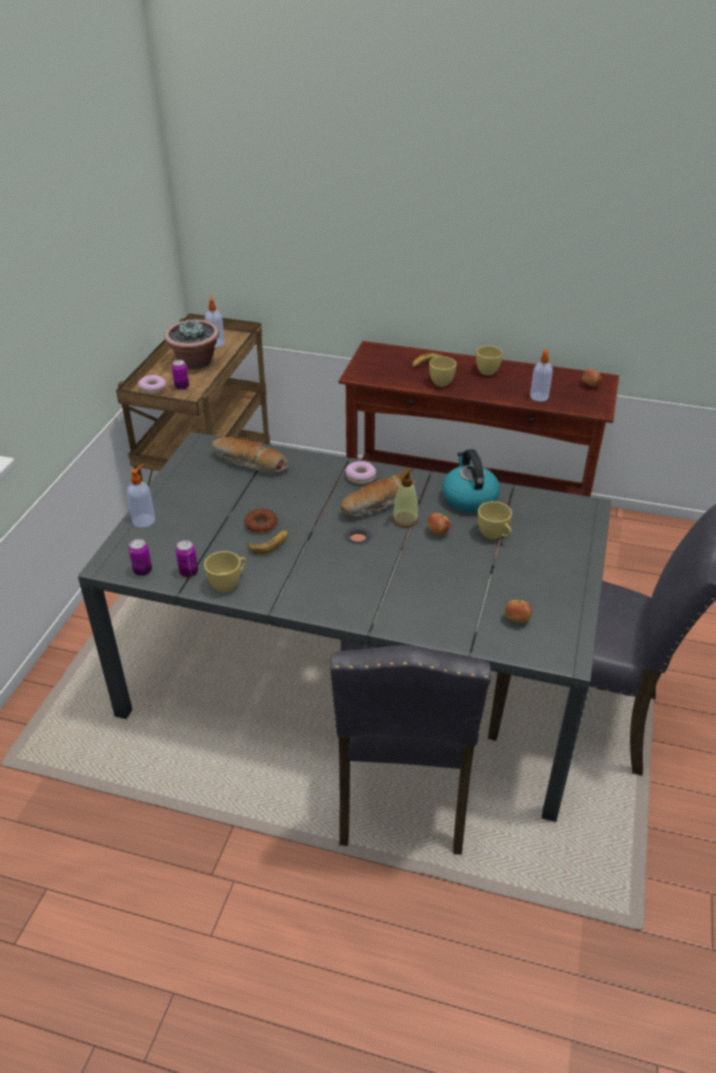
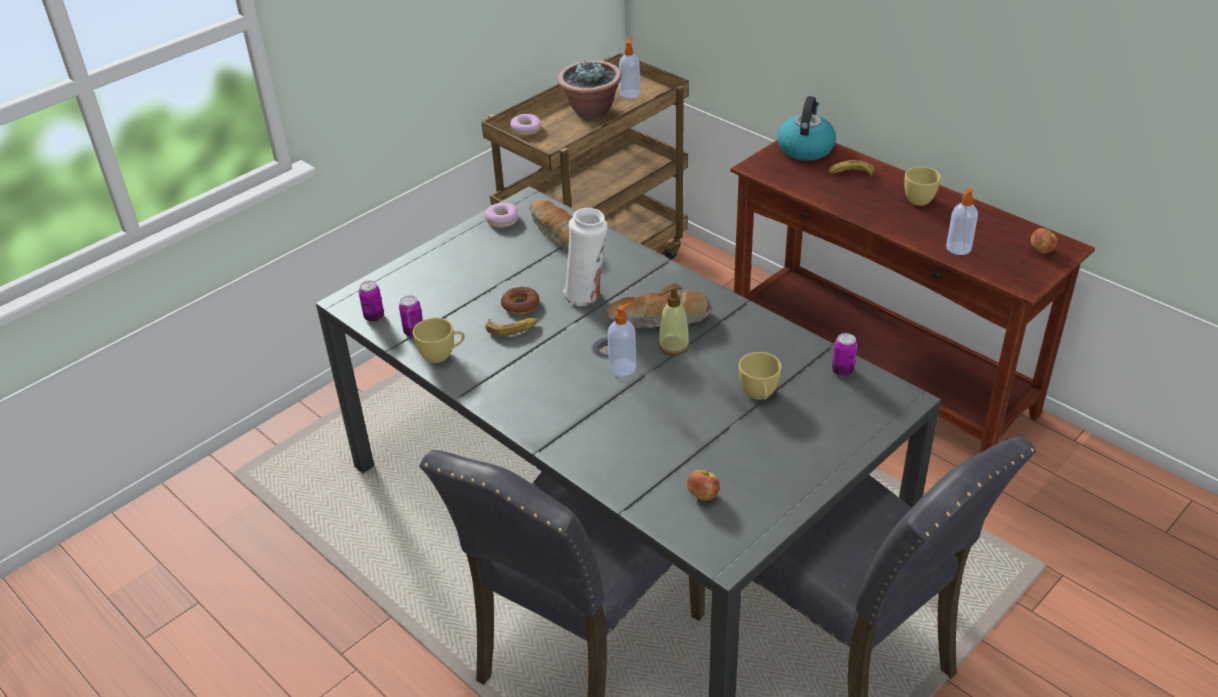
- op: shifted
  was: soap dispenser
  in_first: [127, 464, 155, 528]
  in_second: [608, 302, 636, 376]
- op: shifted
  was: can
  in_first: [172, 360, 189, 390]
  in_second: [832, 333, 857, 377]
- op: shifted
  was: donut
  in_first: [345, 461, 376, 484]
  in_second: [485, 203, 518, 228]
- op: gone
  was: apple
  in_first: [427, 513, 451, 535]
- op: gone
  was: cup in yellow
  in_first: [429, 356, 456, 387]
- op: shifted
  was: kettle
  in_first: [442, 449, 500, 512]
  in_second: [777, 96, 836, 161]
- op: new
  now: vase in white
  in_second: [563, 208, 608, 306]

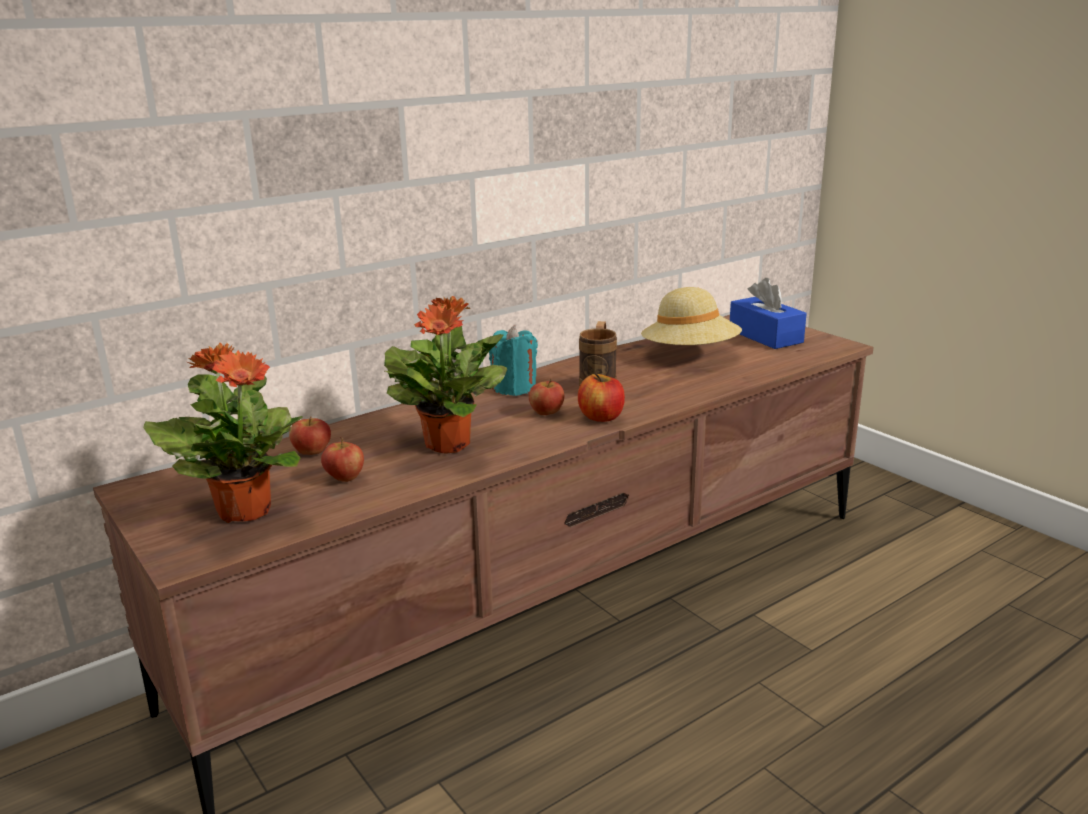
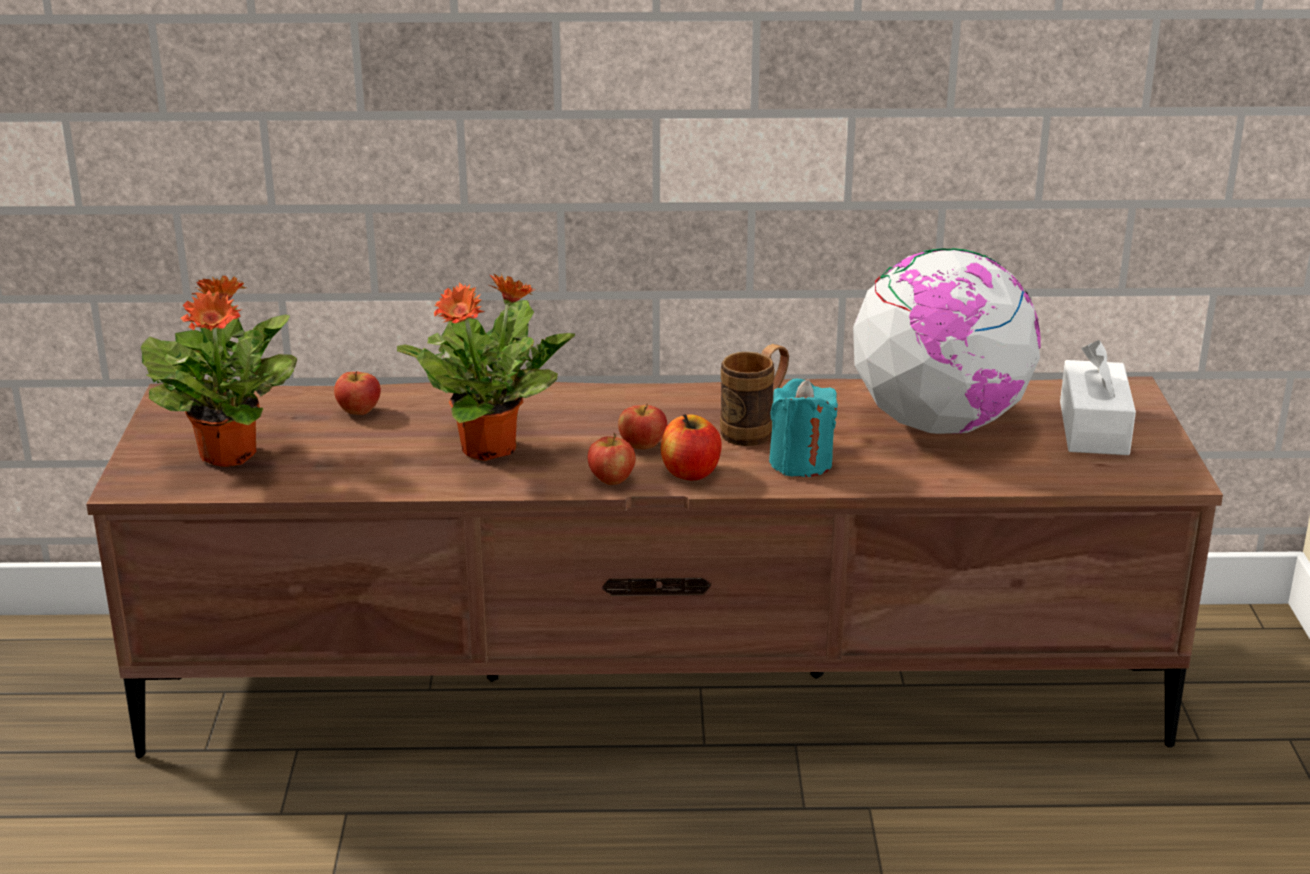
- op: shifted
  was: apple
  in_first: [321, 437, 364, 482]
  in_second: [588, 433, 636, 485]
- op: shifted
  was: candle in turquoise
  in_first: [489, 325, 538, 396]
  in_second: [769, 379, 838, 477]
- op: swapped
  was: hat in beige
  now: globe
  in_first: [641, 287, 742, 345]
  in_second: [853, 248, 1041, 434]
- op: repainted
  was: tissue box in blue
  now: tissue box in white
  in_first: [730, 278, 807, 349]
  in_second: [1060, 340, 1136, 455]

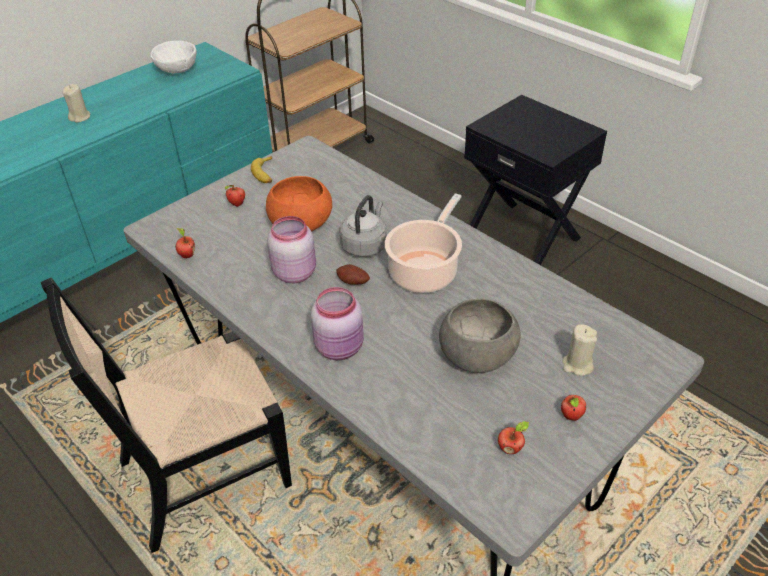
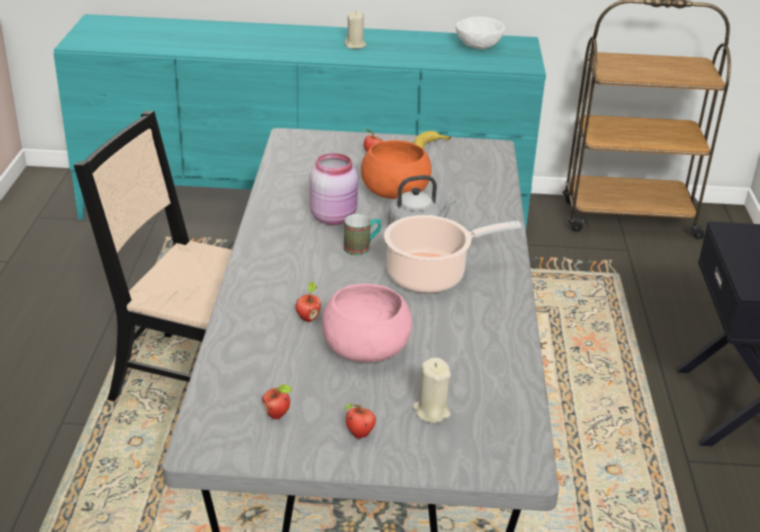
- op: shifted
  was: apple
  in_first: [175, 228, 195, 258]
  in_second: [295, 281, 321, 322]
- op: gone
  was: jar in pink
  in_first: [311, 287, 364, 360]
- op: swapped
  was: potato
  now: mug
  in_first: [336, 264, 370, 285]
  in_second: [344, 214, 381, 256]
- op: repainted
  was: bowl in grey
  now: bowl in pink
  in_first: [439, 299, 521, 373]
  in_second: [322, 284, 412, 362]

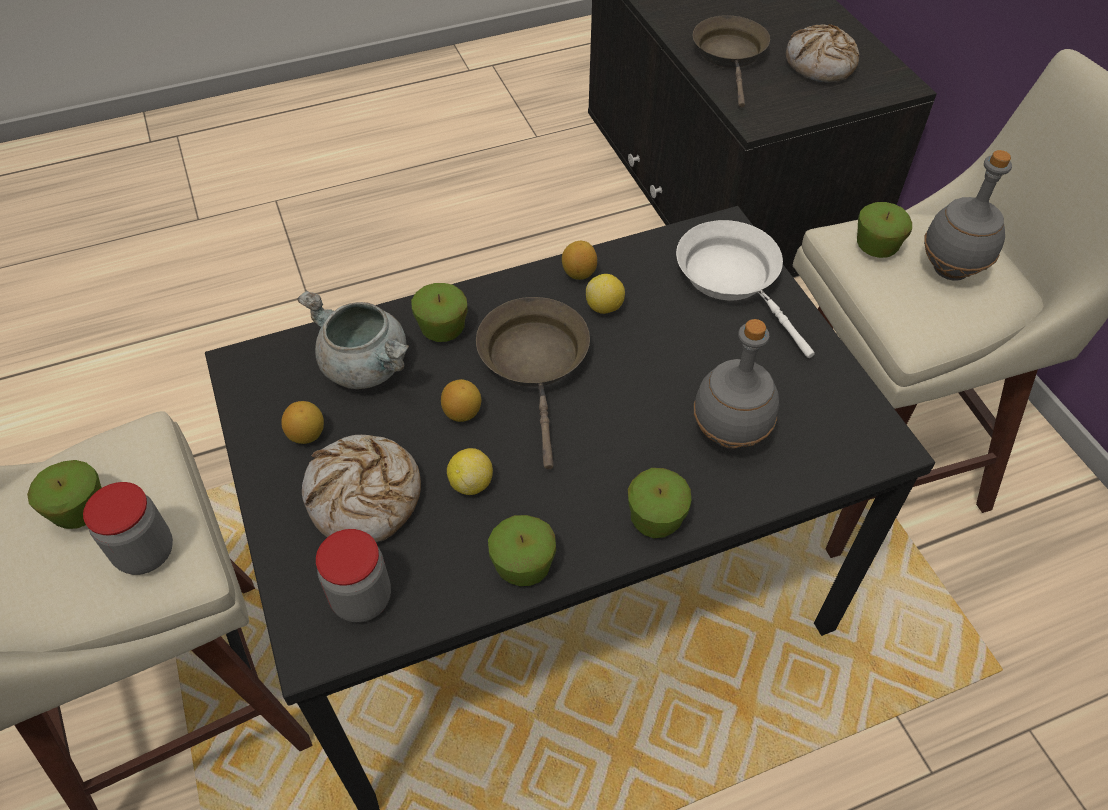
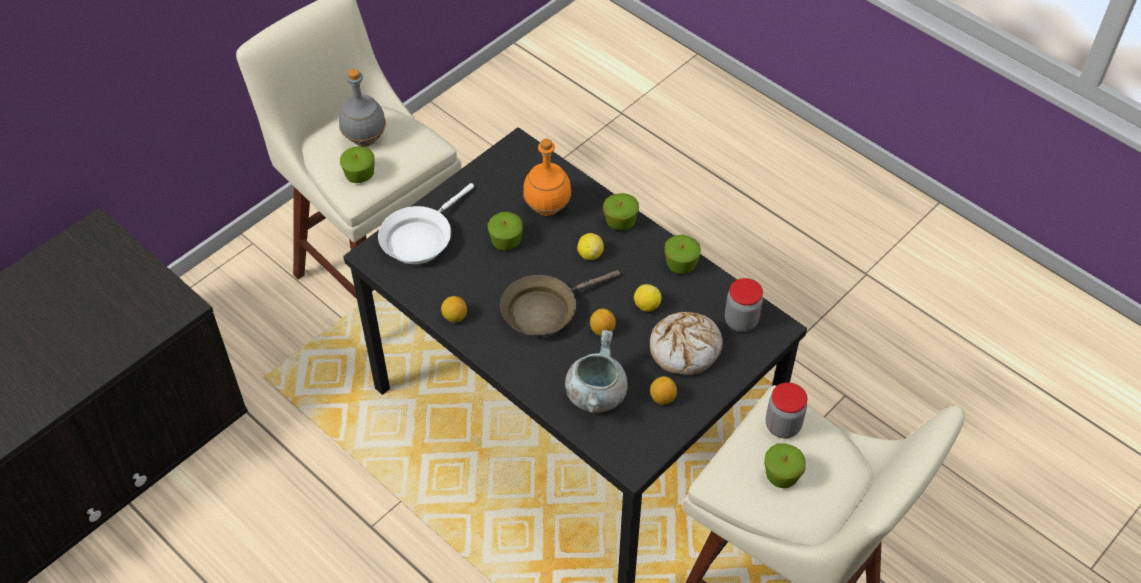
- op: shifted
  was: apple
  in_first: [411, 283, 468, 342]
  in_second: [488, 212, 523, 251]
- op: shifted
  was: lemon
  in_first: [586, 274, 625, 314]
  in_second: [577, 233, 604, 260]
- op: gone
  was: frying pan in brown
  in_first: [693, 15, 770, 108]
- op: repainted
  was: bottle in grey
  now: bottle in orange
  in_first: [694, 319, 779, 449]
  in_second: [523, 139, 571, 216]
- op: gone
  was: bread
  in_first: [786, 24, 859, 83]

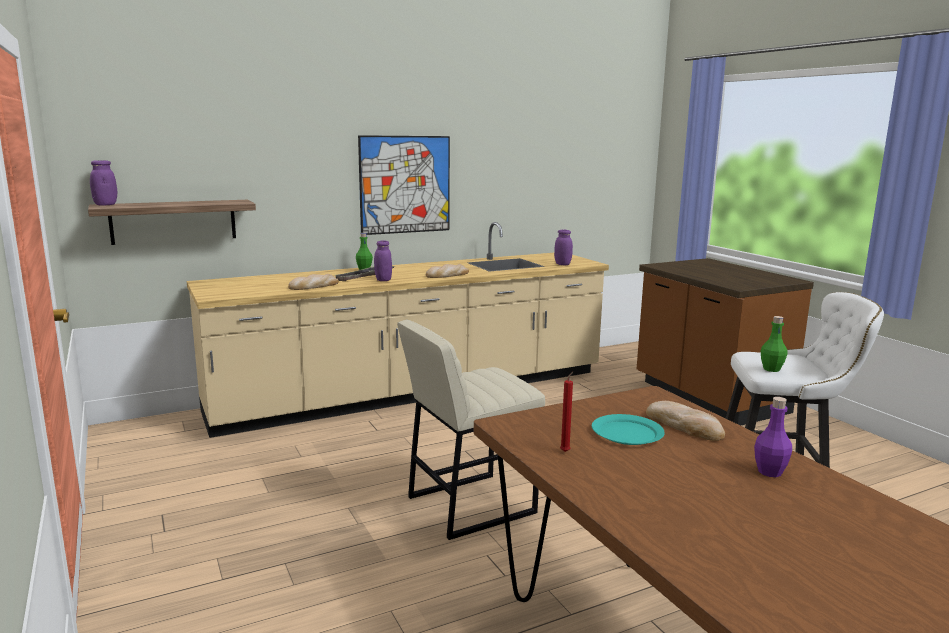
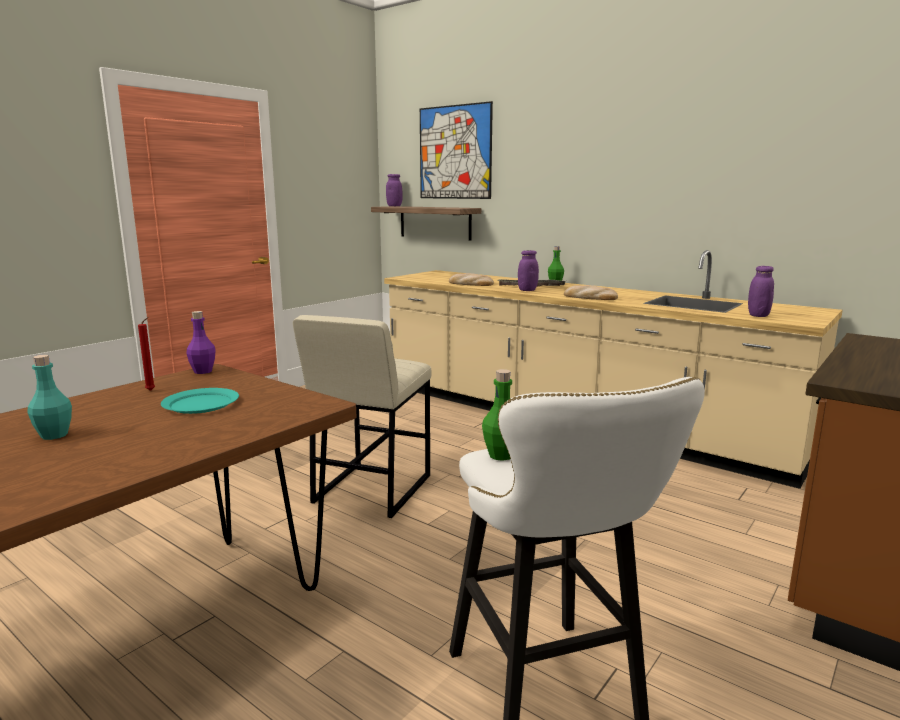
- op: shifted
  was: picture
  in_first: [358, 135, 450, 235]
  in_second: [420, 101, 493, 199]
- op: rotated
  was: chair in beige
  in_first: [397, 319, 545, 540]
  in_second: [293, 315, 432, 518]
  clockwise: -105
- op: gone
  was: bread
  in_first: [646, 401, 725, 441]
- op: shifted
  was: bottle in purple
  in_first: [754, 397, 792, 477]
  in_second: [186, 311, 216, 374]
- op: new
  now: bottle in turquoise
  in_second: [28, 355, 72, 440]

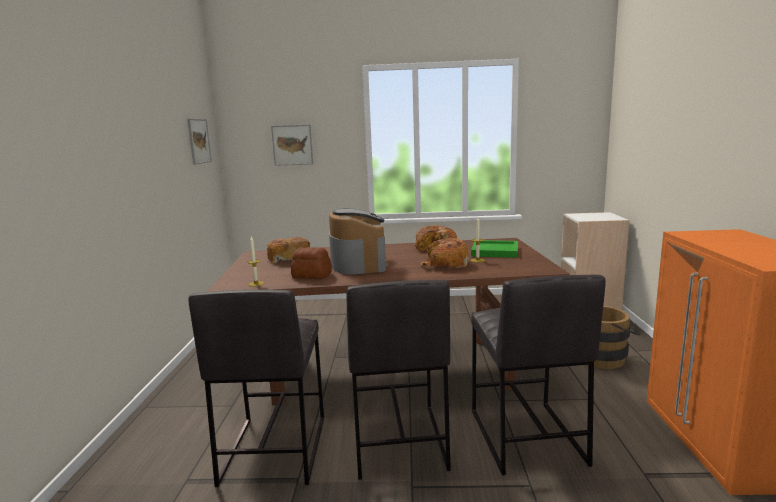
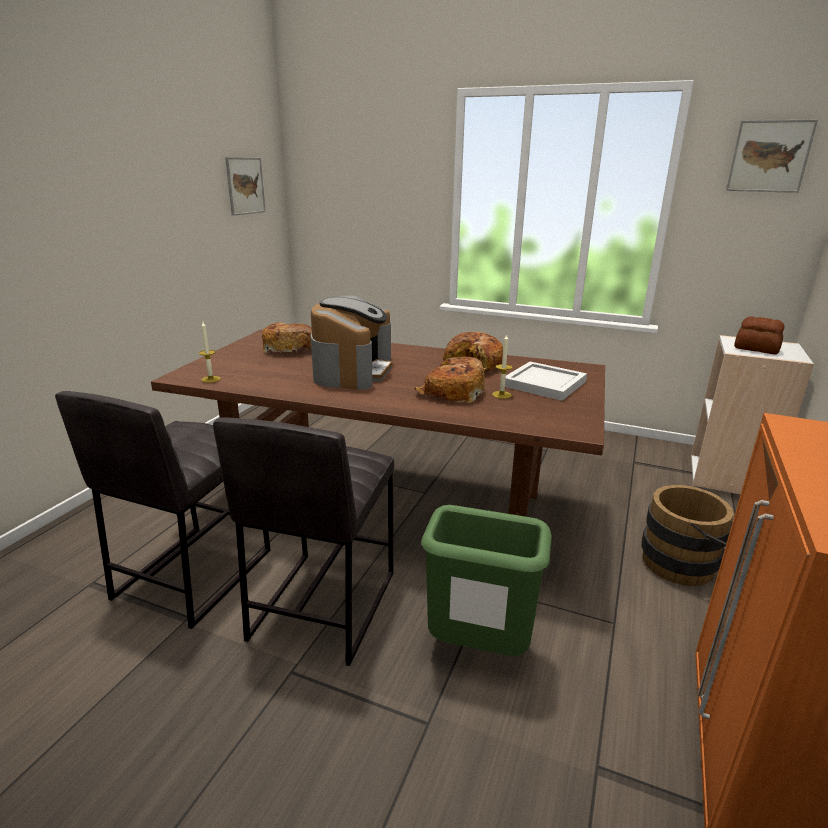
- op: shifted
  was: picture
  in_first: [271, 125, 313, 166]
  in_second: [726, 120, 818, 193]
- op: shifted
  was: bread
  in_first: [291, 247, 332, 279]
  in_second: [734, 316, 785, 354]
- op: repainted
  was: tray in green
  now: tray in white
  in_first: [471, 240, 518, 258]
  in_second: [505, 362, 587, 401]
- op: swapped
  was: stool in grey
  now: trash can in green
  in_first: [471, 275, 606, 475]
  in_second: [421, 505, 552, 656]

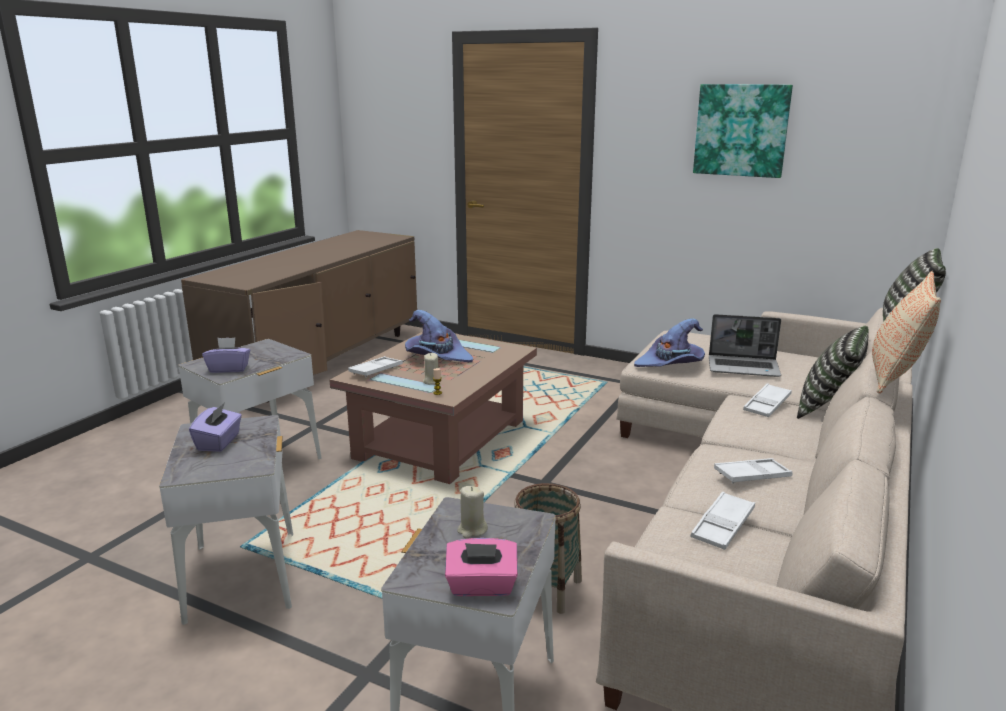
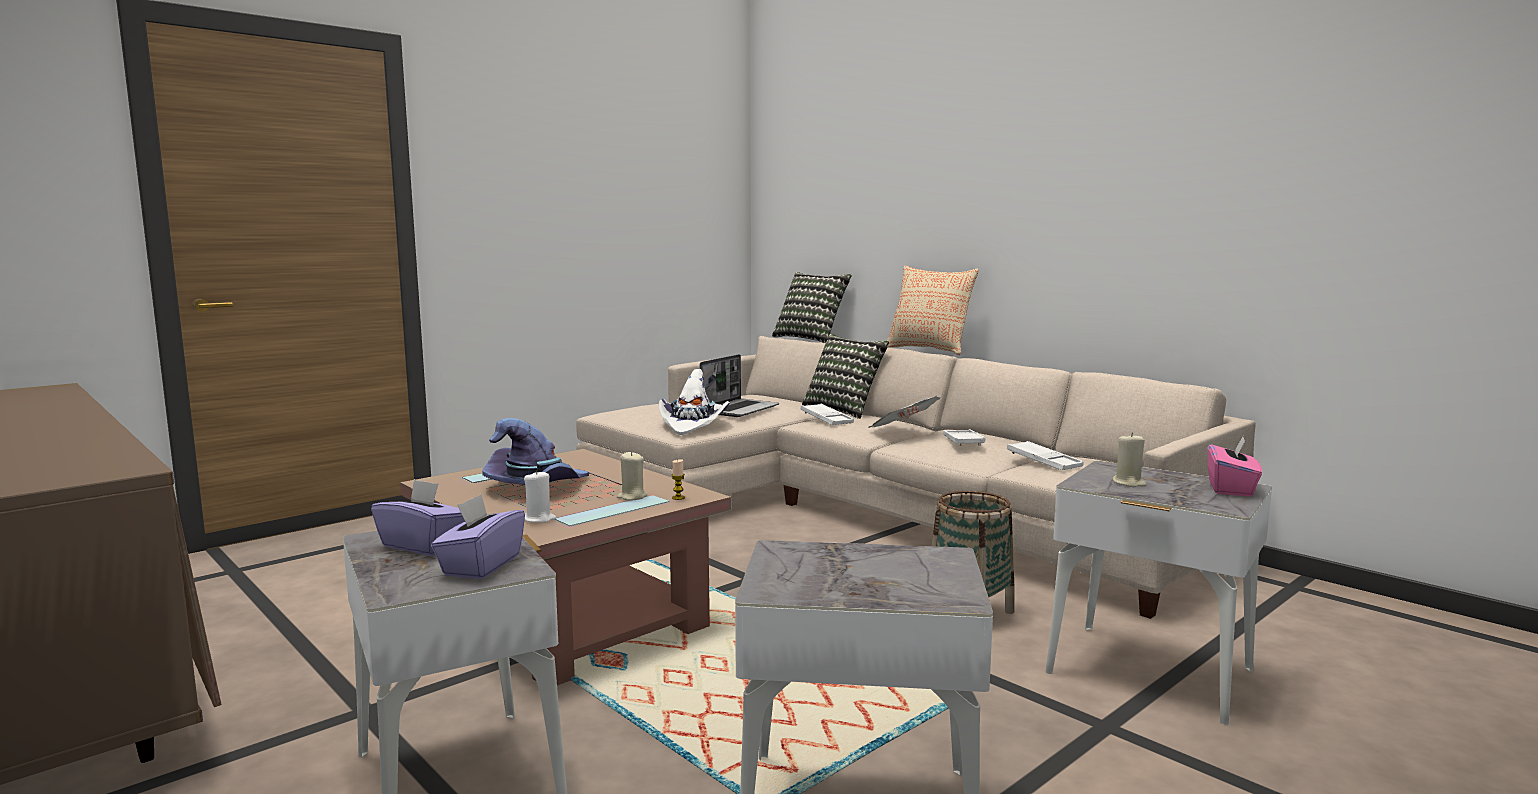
- op: shifted
  was: tissue box in purple
  in_first: [189, 402, 242, 452]
  in_second: [371, 479, 465, 556]
- op: swapped
  was: tray in white
  now: candle in white
  in_first: [348, 356, 403, 377]
  in_second: [524, 470, 556, 523]
- op: repainted
  was: hat in purple
  now: hat in white
  in_first: [634, 319, 705, 367]
  in_second: [659, 369, 730, 435]
- op: gone
  was: picture
  in_first: [693, 84, 793, 178]
- op: new
  now: newspaper
  in_second: [869, 396, 941, 428]

